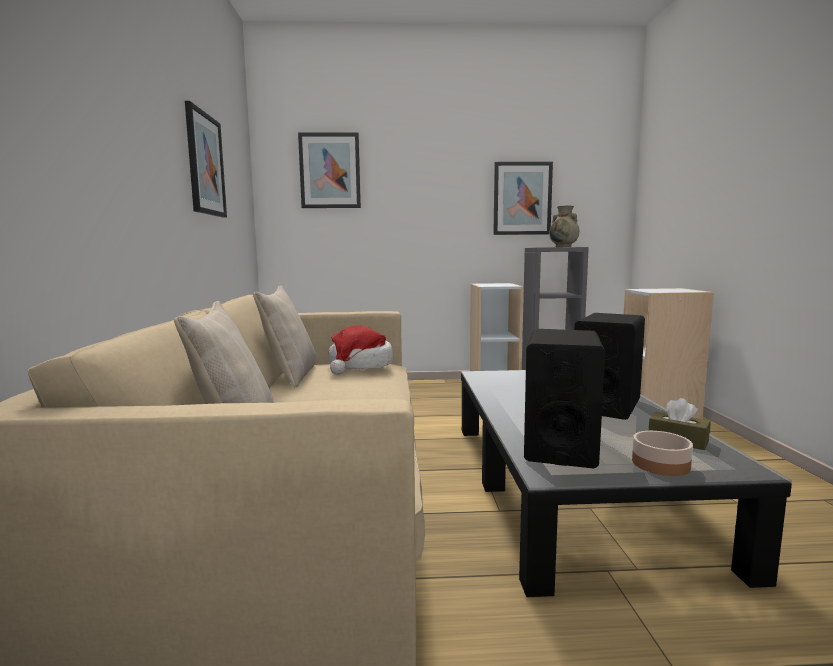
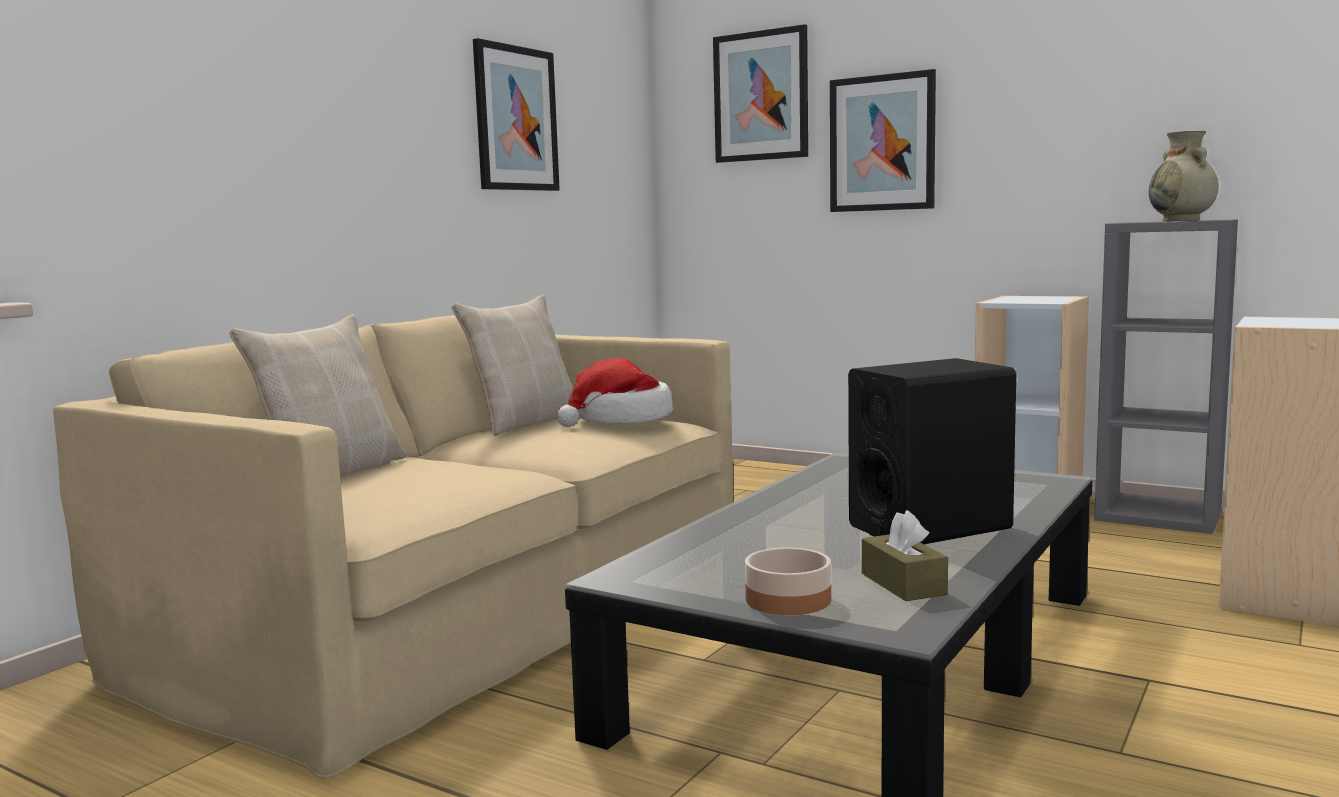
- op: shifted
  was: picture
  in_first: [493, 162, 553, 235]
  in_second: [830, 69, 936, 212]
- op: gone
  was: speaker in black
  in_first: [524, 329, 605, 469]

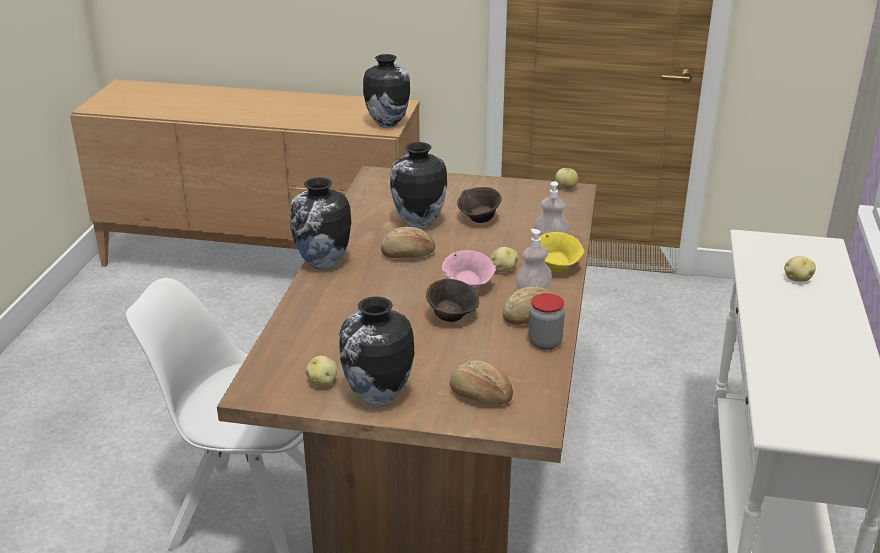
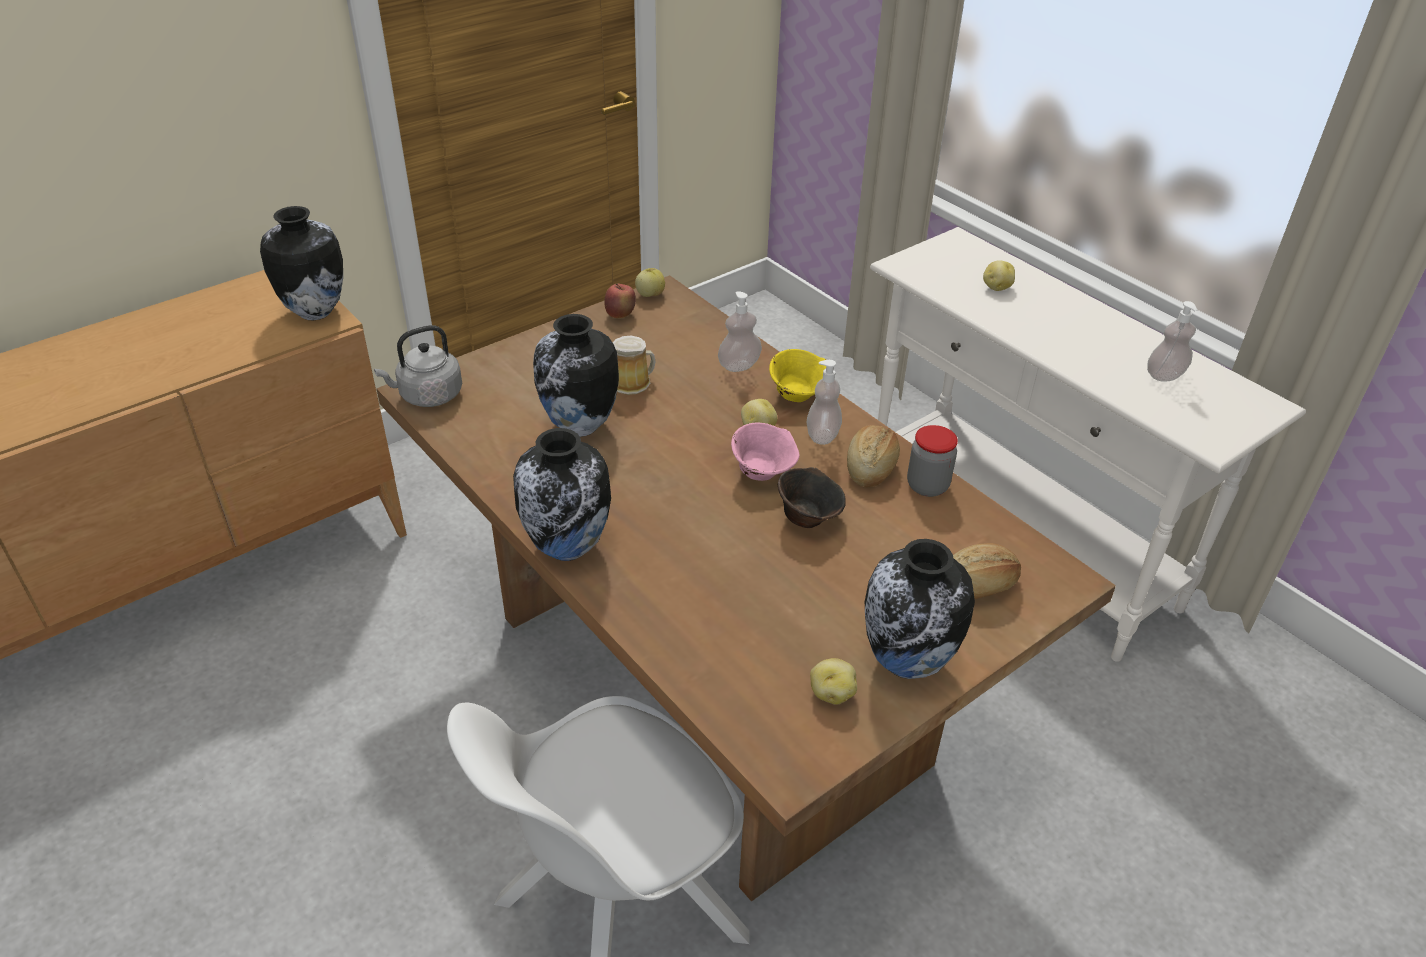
- op: gone
  was: bread
  in_first: [381, 227, 435, 258]
- op: swapped
  was: bowl in brown
  now: mug
  in_first: [457, 187, 502, 223]
  in_second: [613, 336, 656, 395]
- op: new
  now: kettle in grey
  in_second: [374, 325, 462, 407]
- op: new
  now: apple
  in_second: [604, 283, 636, 318]
- op: new
  now: soap dispenser
  in_second: [1147, 301, 1197, 382]

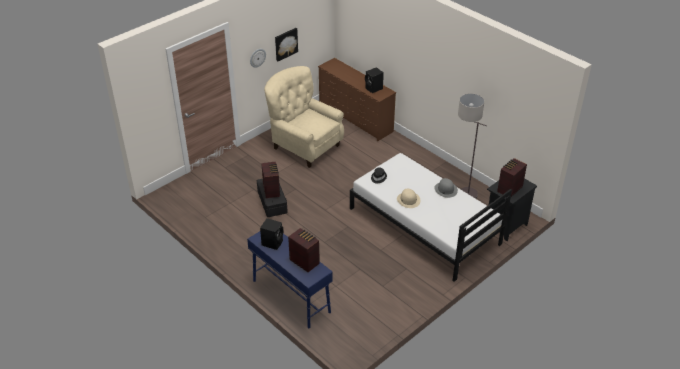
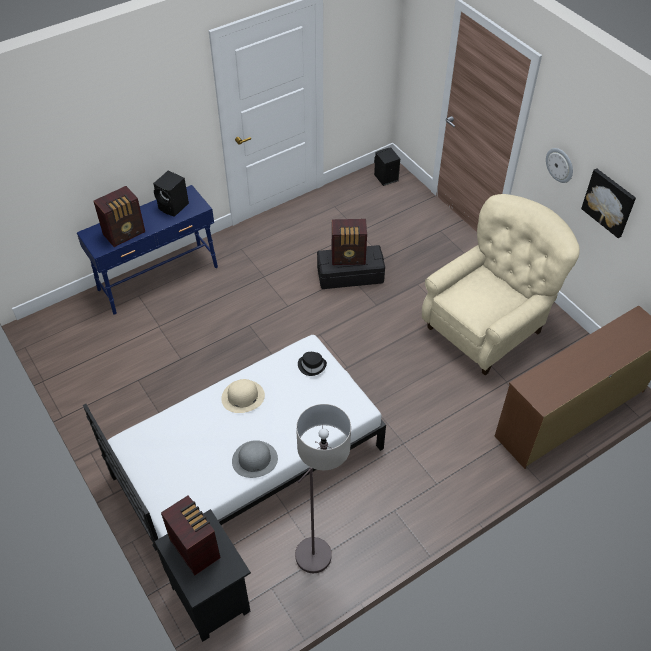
- op: shifted
  was: speaker in black
  in_first: [365, 67, 384, 93]
  in_second: [374, 148, 400, 186]

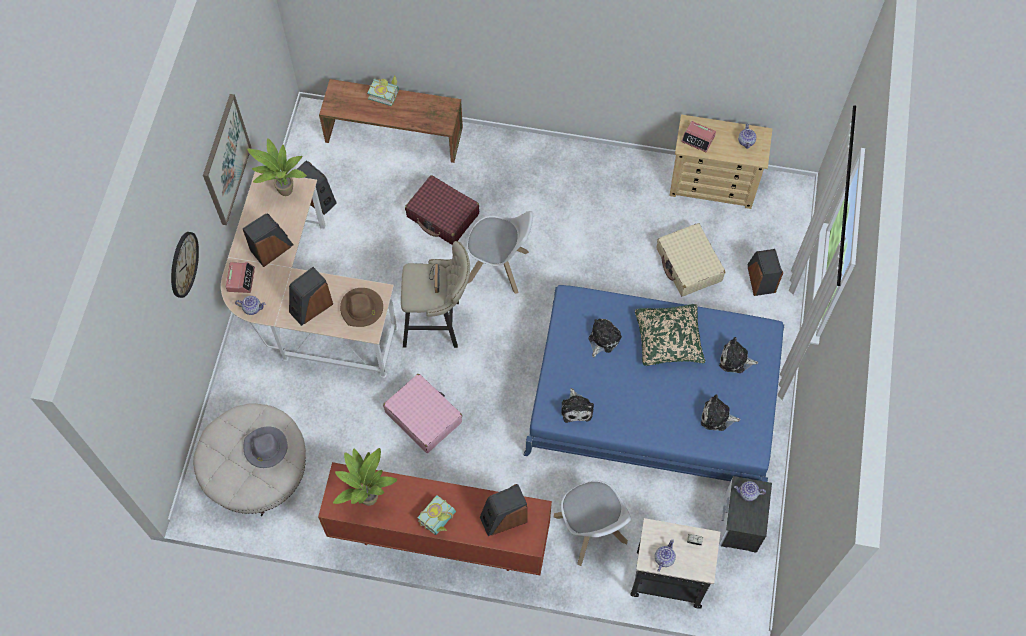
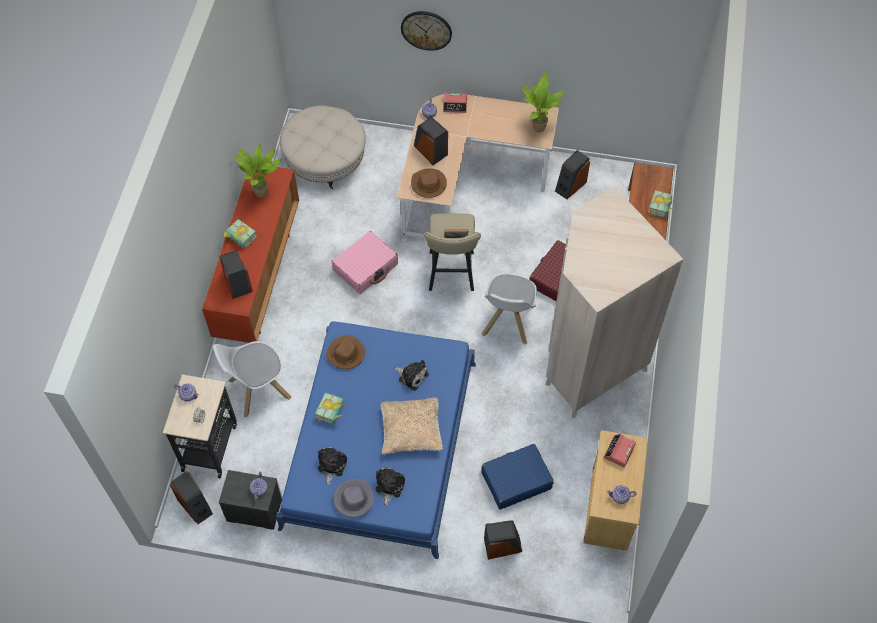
- op: gone
  was: picture
  in_first: [203, 94, 252, 225]
- op: shifted
  was: speaker
  in_first: [243, 214, 294, 267]
  in_second: [170, 471, 213, 524]
- op: shifted
  was: hat in grey
  in_first: [244, 426, 288, 468]
  in_second: [334, 479, 374, 517]
- op: swapped
  was: plush toy
  now: hat in brown
  in_first: [561, 388, 594, 423]
  in_second: [326, 335, 365, 369]
- op: repainted
  was: pillow in green
  now: pillow in beige
  in_first: [634, 304, 705, 366]
  in_second: [381, 397, 443, 454]
- op: repainted
  was: suitcase in beige
  now: suitcase in blue
  in_first: [657, 223, 725, 297]
  in_second: [481, 444, 554, 510]
- op: new
  now: book
  in_second: [315, 393, 344, 424]
- op: new
  now: wardrobe in beige
  in_second: [546, 186, 683, 418]

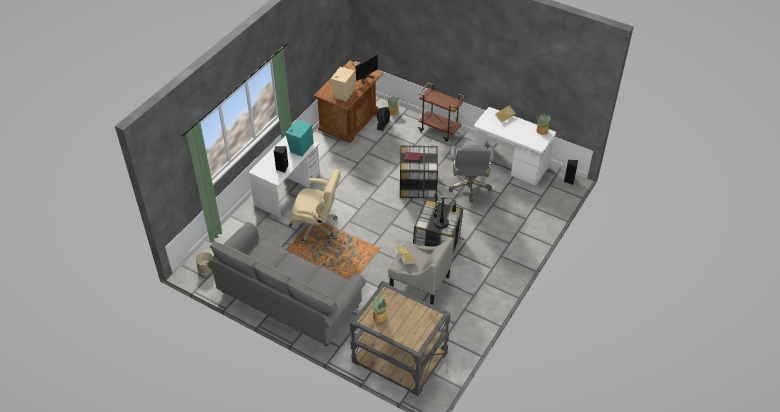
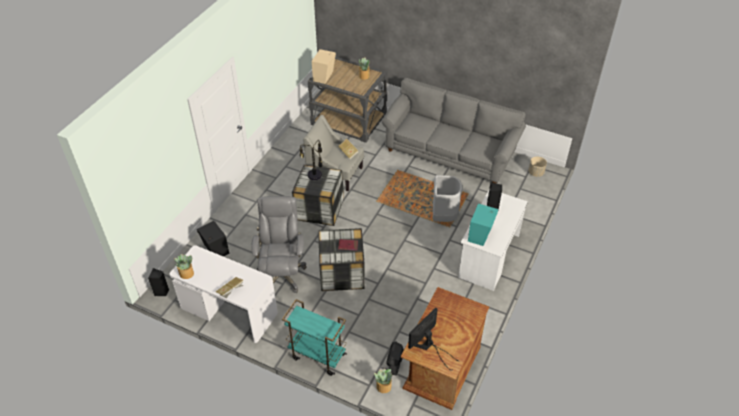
- op: swapped
  was: office chair in beige
  now: trash can in grey
  in_first: [289, 169, 341, 243]
  in_second: [433, 175, 463, 222]
- op: shifted
  was: speaker in beige
  in_first: [331, 67, 355, 101]
  in_second: [312, 49, 336, 84]
- op: repainted
  was: cart in brown
  now: cart in turquoise
  in_first: [418, 82, 465, 142]
  in_second: [282, 299, 347, 376]
- op: new
  now: speaker in black
  in_second: [197, 221, 229, 256]

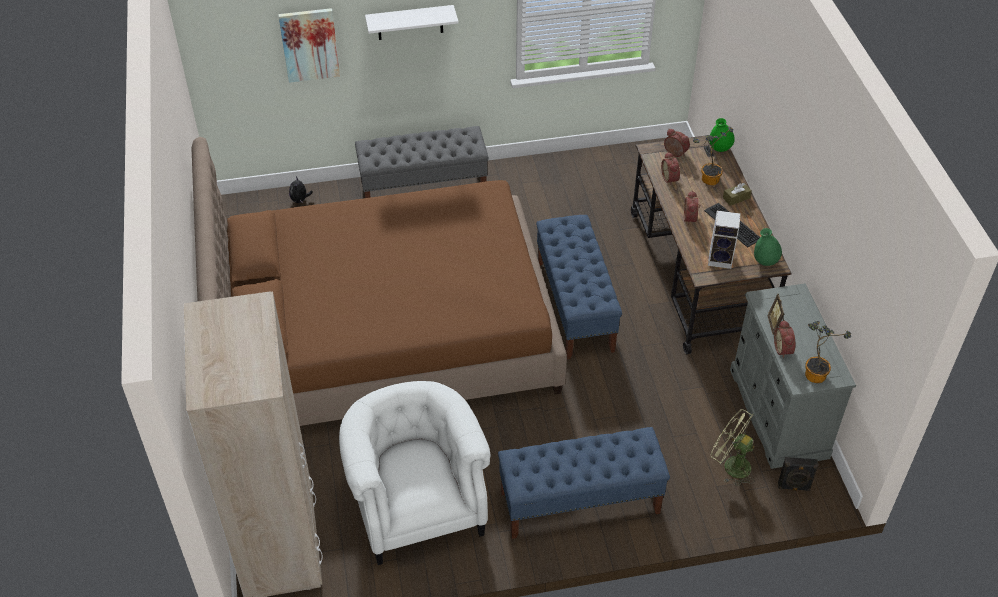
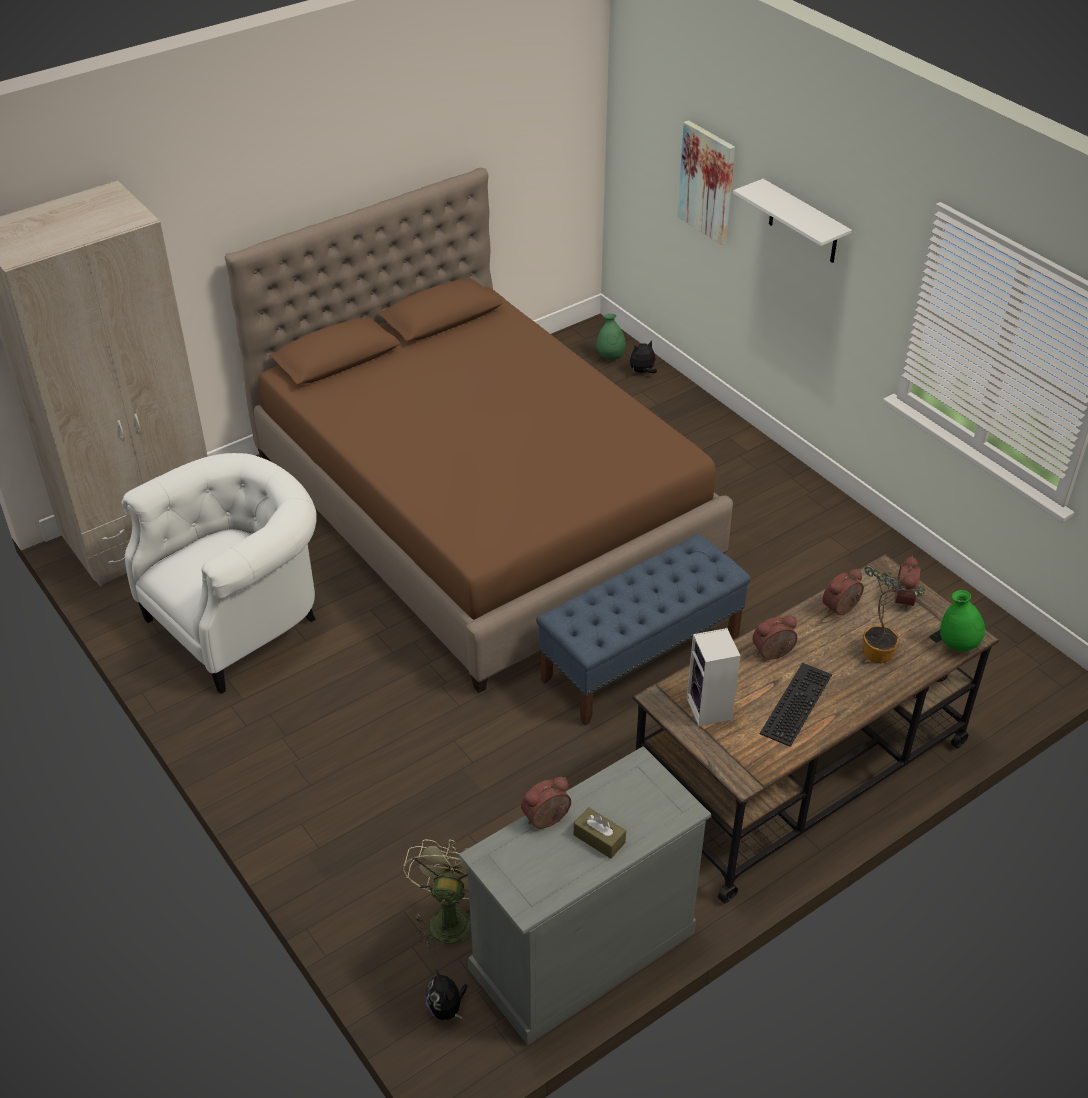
- op: gone
  was: bench in grey
  in_first: [355, 126, 489, 198]
- op: gone
  was: bench in blue
  in_first: [498, 427, 670, 539]
- op: shifted
  was: tissue box in brown
  in_first: [723, 183, 752, 206]
  in_second: [574, 807, 626, 859]
- op: shifted
  was: vase in green
  in_first: [754, 228, 782, 266]
  in_second: [596, 314, 626, 360]
- op: gone
  was: picture frame
  in_first: [768, 294, 785, 335]
- op: swapped
  was: speaker in black
  now: plush toy
  in_first: [778, 457, 819, 491]
  in_second: [425, 970, 467, 1020]
- op: gone
  was: potted plant
  in_first: [805, 321, 851, 383]

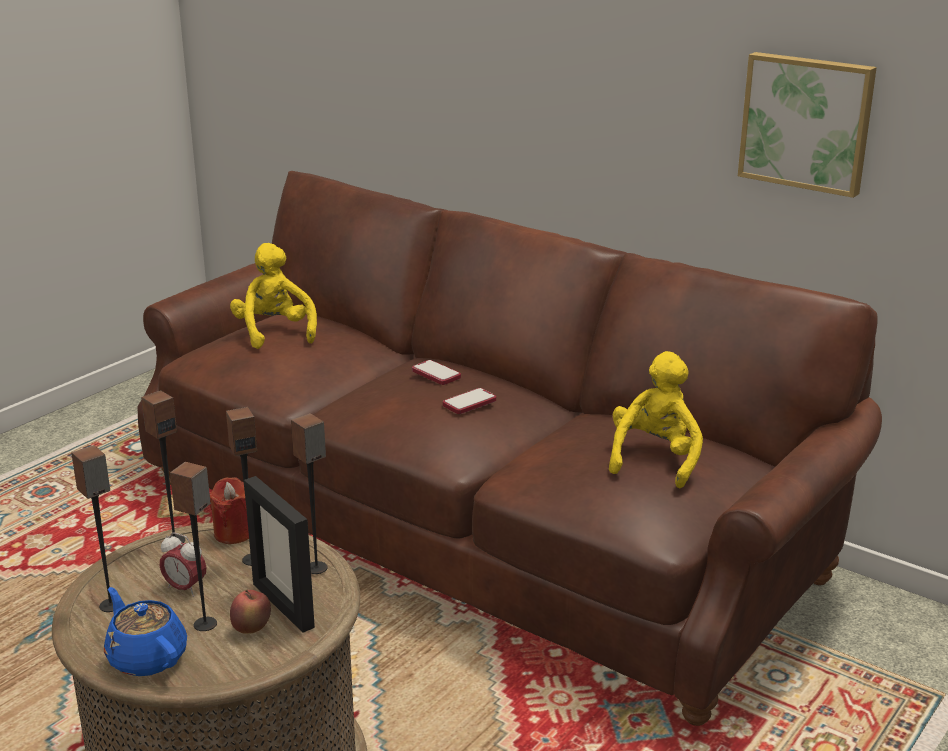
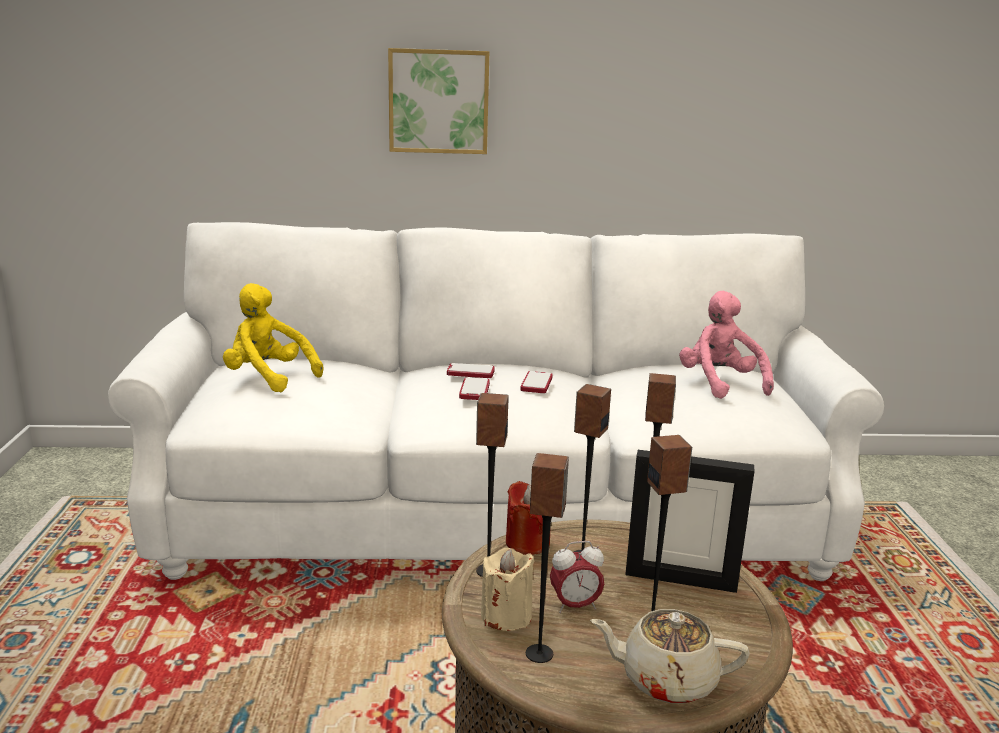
- op: repainted
  was: teapot in blue
  now: teapot in beige
  in_first: [104, 587, 187, 676]
  in_second: [590, 609, 750, 703]
- op: repainted
  was: sofa in brown
  now: sofa in white
  in_first: [137, 171, 882, 726]
  in_second: [108, 222, 884, 581]
- op: gone
  was: apple
  in_first: [230, 590, 271, 634]
- op: repainted
  was: plush toy in yellow
  now: plush toy in pink
  in_first: [609, 351, 703, 488]
  in_second: [679, 291, 774, 399]
- op: shifted
  was: picture
  in_first: [738, 52, 877, 198]
  in_second: [388, 48, 489, 154]
- op: new
  now: phone
  in_second: [459, 377, 490, 400]
- op: new
  now: candle in beige
  in_second: [481, 548, 534, 631]

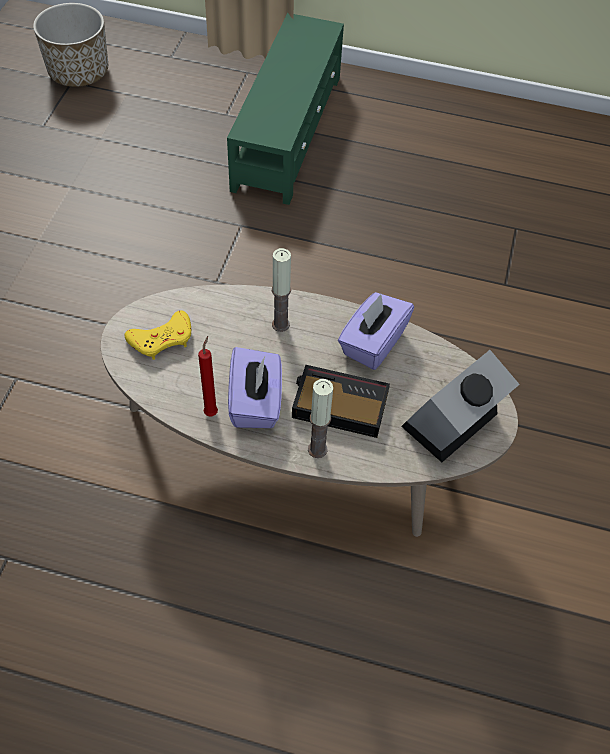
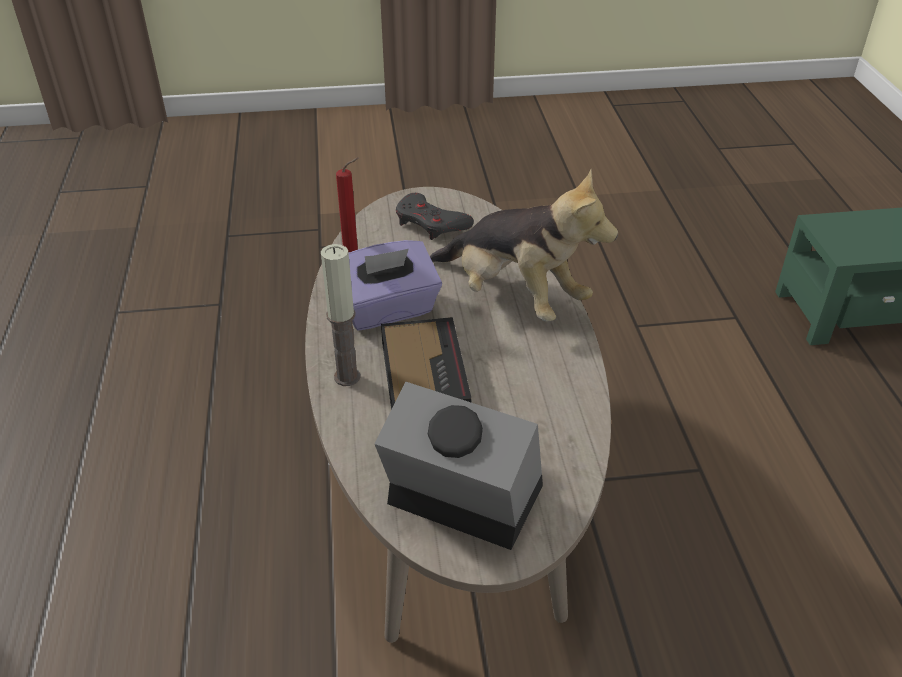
- op: gone
  was: planter
  in_first: [33, 3, 108, 87]
- op: repainted
  was: game controller in yellow
  now: game controller in grey
  in_first: [125, 310, 191, 360]
  in_second: [396, 193, 474, 240]
- op: swapped
  was: candle
  now: plush toy
  in_first: [272, 248, 291, 332]
  in_second: [430, 169, 618, 321]
- op: gone
  was: tissue box in purple
  in_first: [338, 292, 414, 370]

